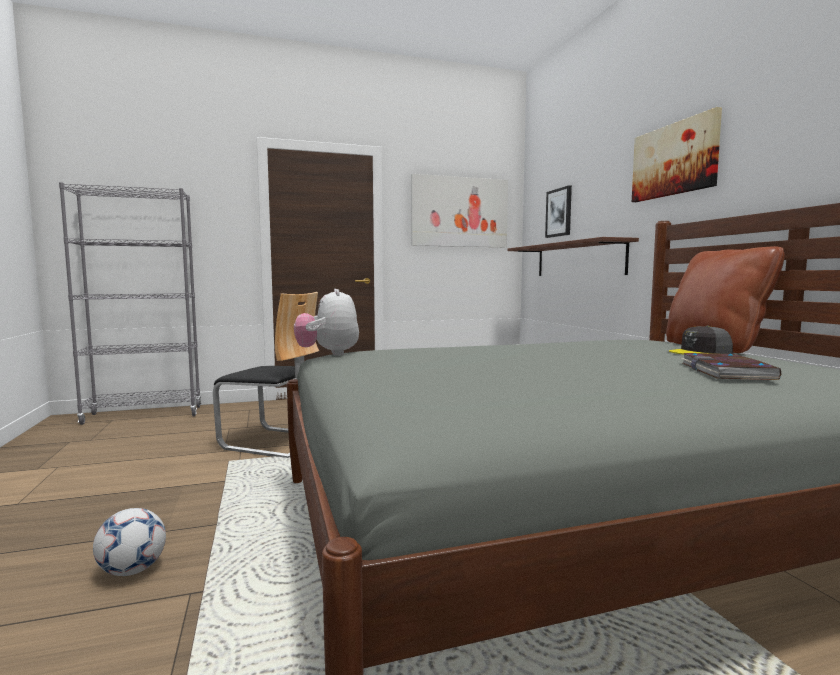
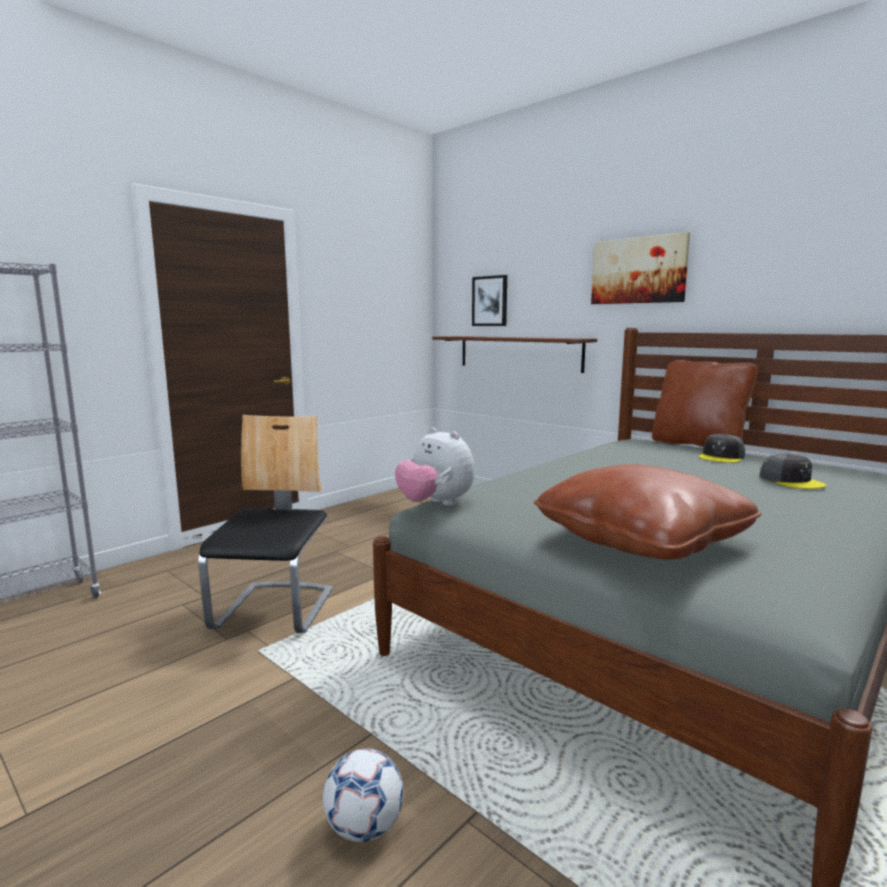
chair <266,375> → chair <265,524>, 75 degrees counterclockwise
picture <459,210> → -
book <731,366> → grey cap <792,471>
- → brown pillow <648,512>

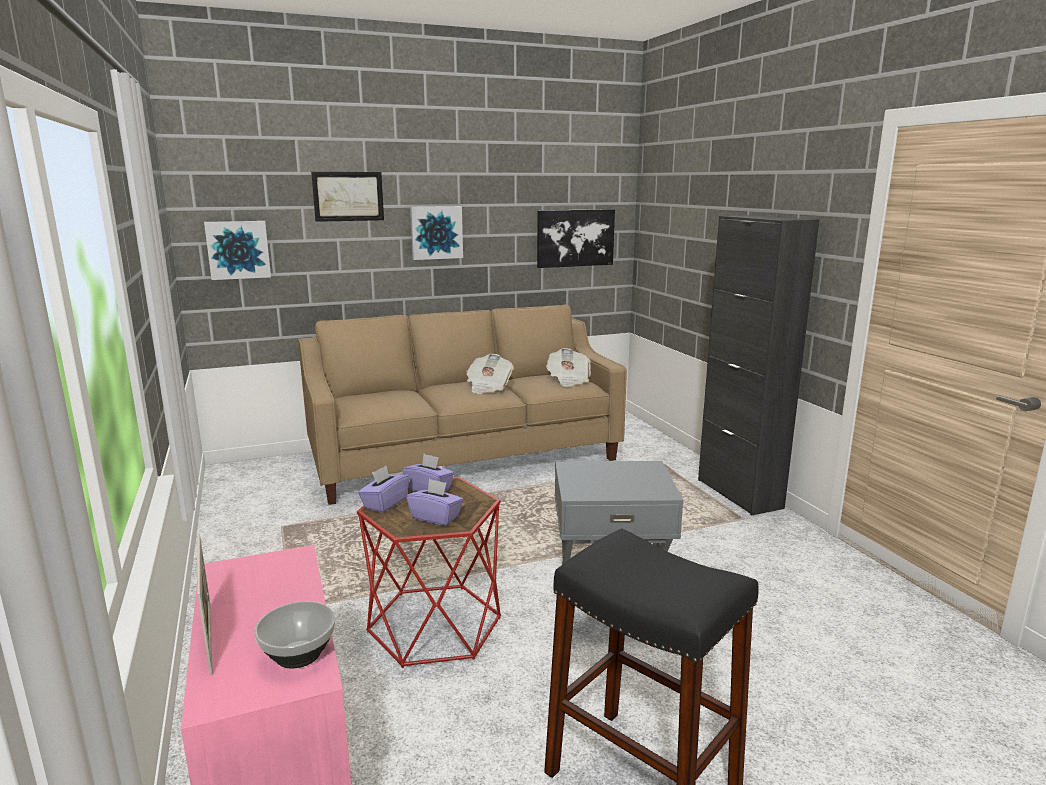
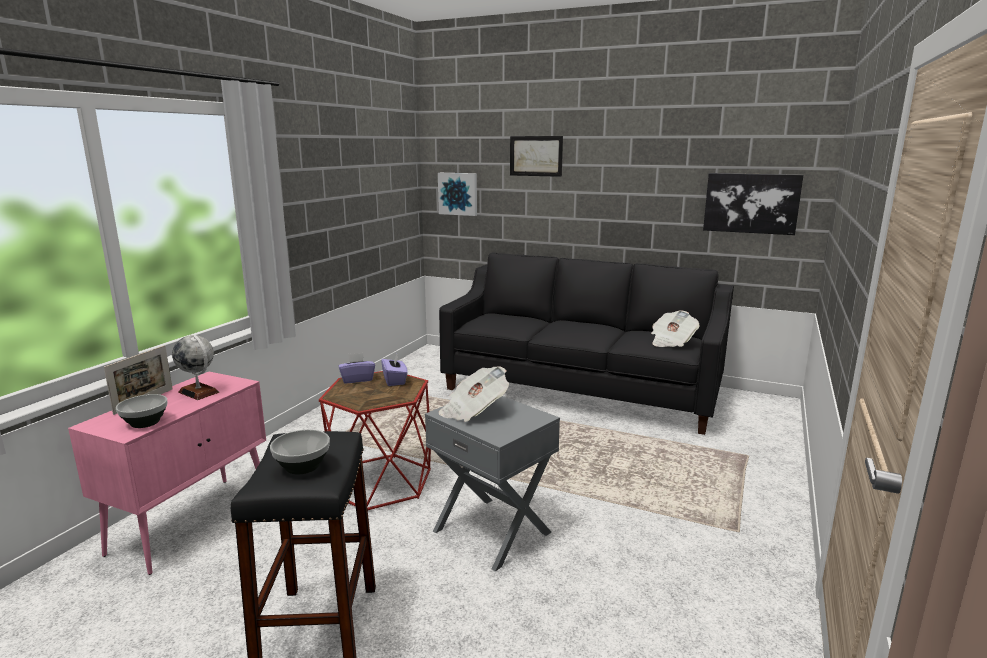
beige sofa <462,405> → black sofa <586,344>
purple tissue box <434,502> → -
picture <436,233> → -
newspaper <490,374> → newspaper <474,394>, move
black cabinet <758,365> → -
- → globe <195,367>
- → bowl <300,451>

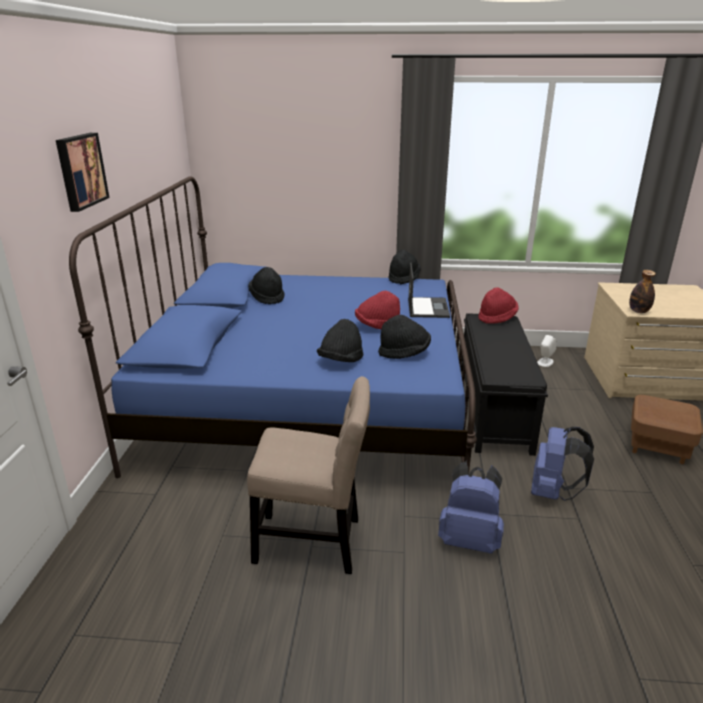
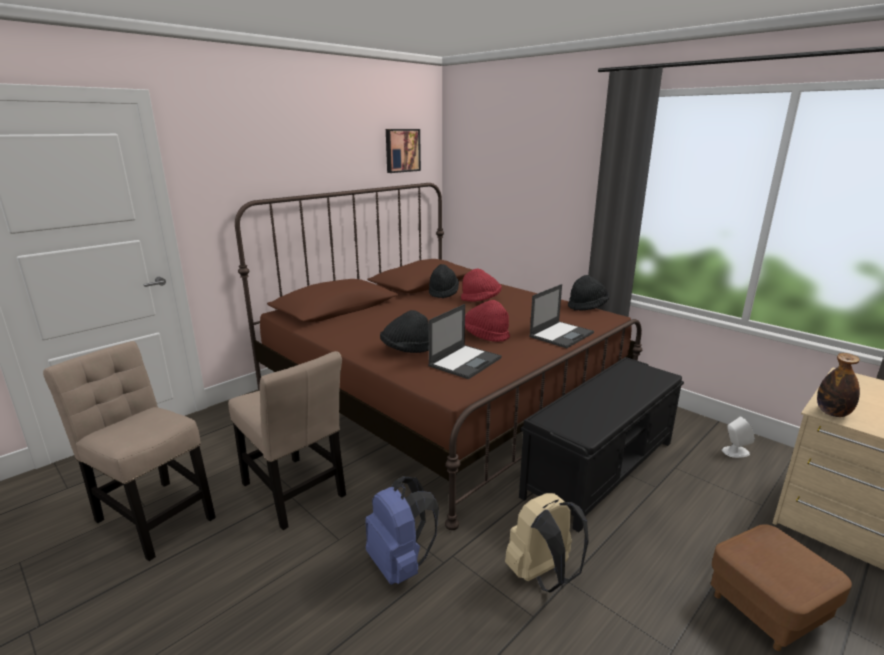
picture <82,172> → picture <403,151>, move
blue bed <273,327> → brown bed <438,356>
black hat <404,337> → laptop <465,341>
red hat <498,305> → red hat <481,285>, move
blue backpack <562,464> → beige backpack <547,543>
- → beige chair <129,451>

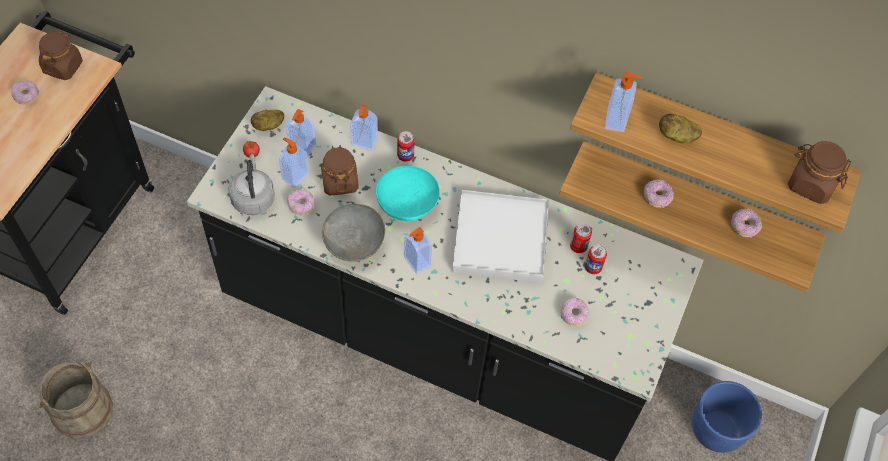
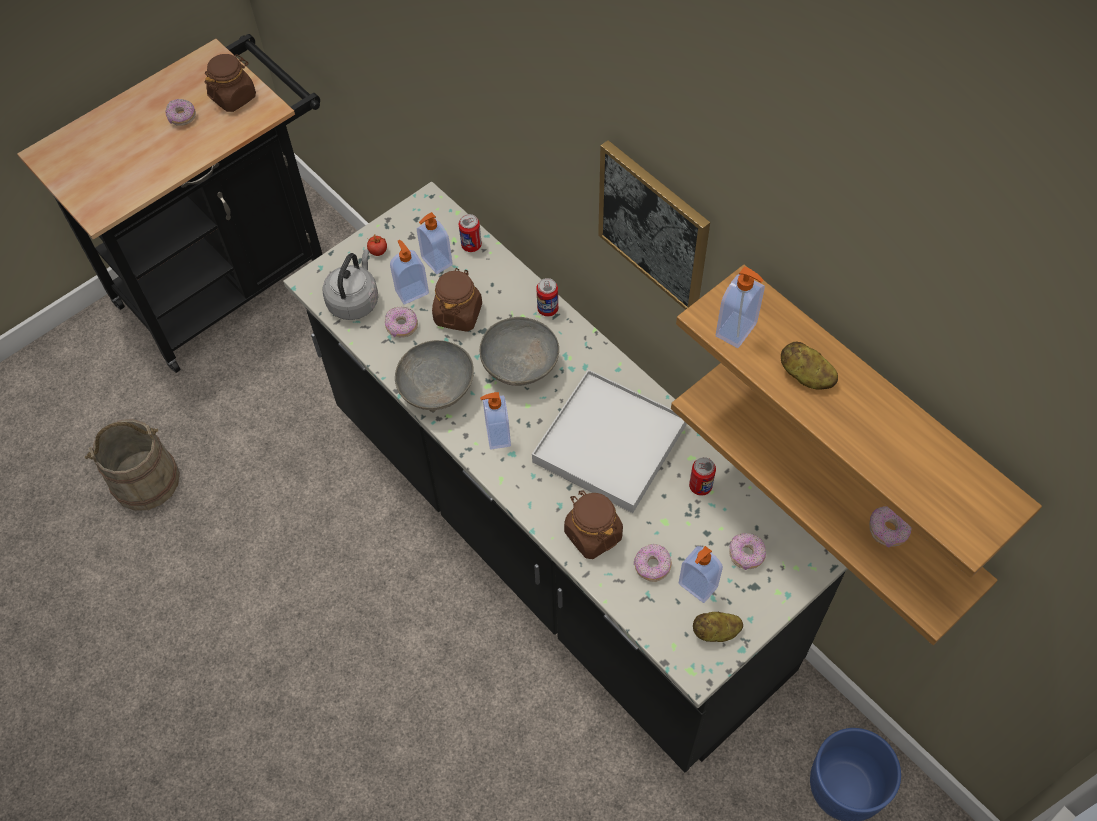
potato <267,120> → potato <718,627>, move
soap dispenser <364,127> → soap dispenser <701,574>, move
turquoise bowl <408,193> → grey bowl <519,351>
can <596,259> → can <470,233>, move
donut <659,193> → donut <747,551>, move
brown jar <820,172> → brown jar <593,524>, move
- → picture <654,225>

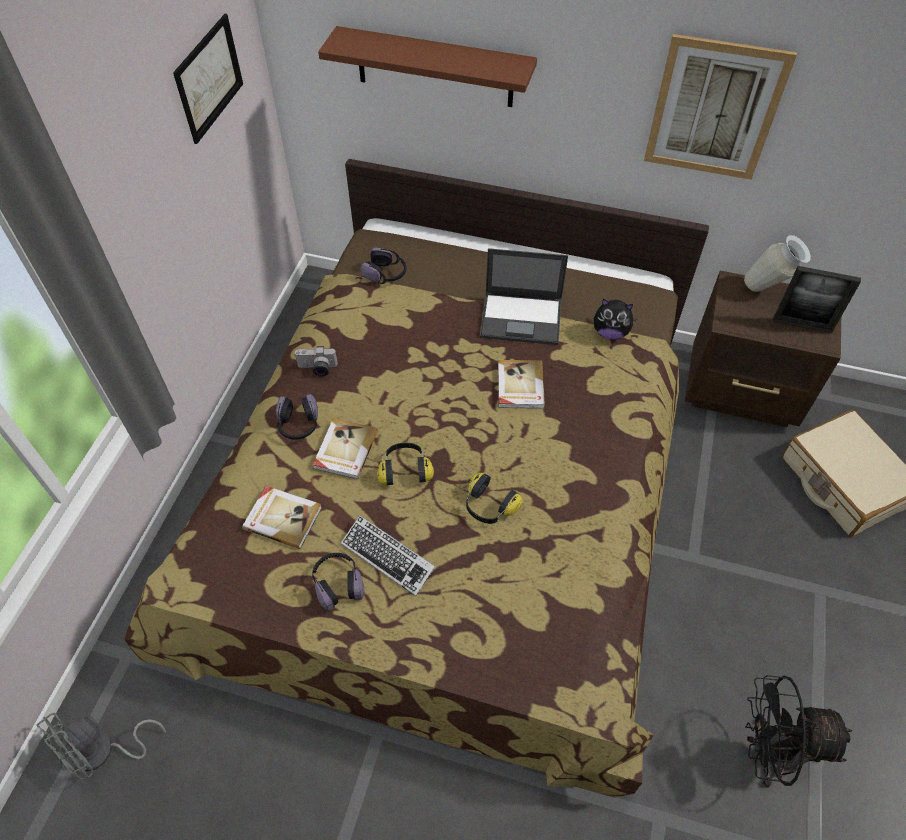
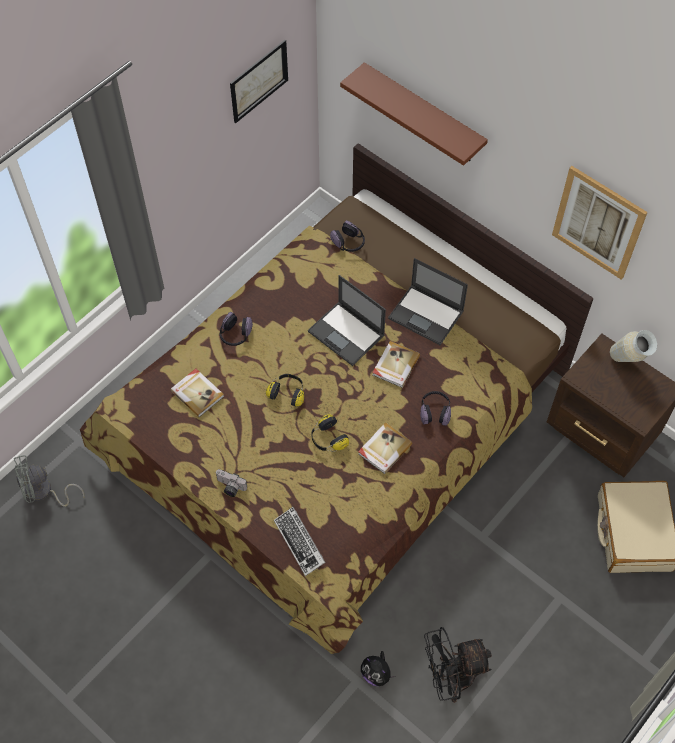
photo camera <316,361> → photo camera <231,483>, move
headphones <338,582> → headphones <435,408>, move
book <345,448> → book <385,448>, move
keyboard <388,555> → keyboard <300,541>, move
plush toy <615,319> → plush toy <378,668>, move
black fan <798,731> → black fan <458,664>, 45 degrees counterclockwise
picture frame <817,299> → -
- → laptop <347,320>

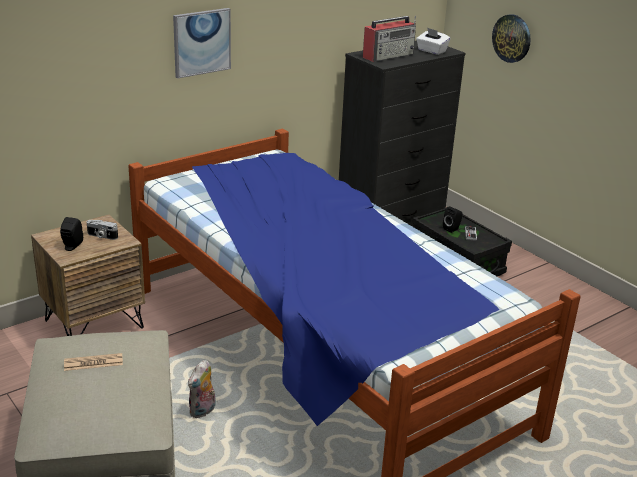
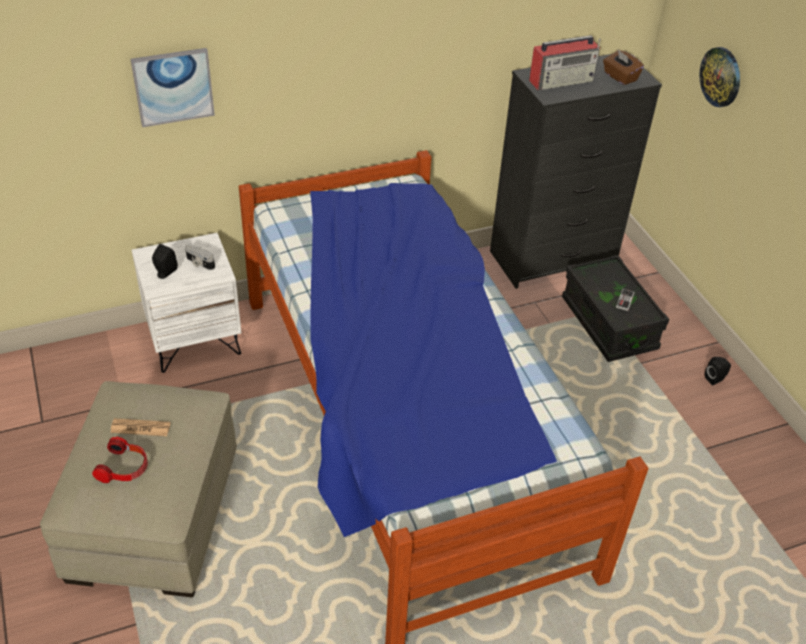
brown nightstand <88,275> → white nightstand <186,303>
picture <202,43> → picture <173,87>, move
plush toy <202,389> → -
white tissue box <433,41> → brown tissue box <623,67>
black speaker <452,220> → black speaker <718,371>, move
- → headphones <120,460>

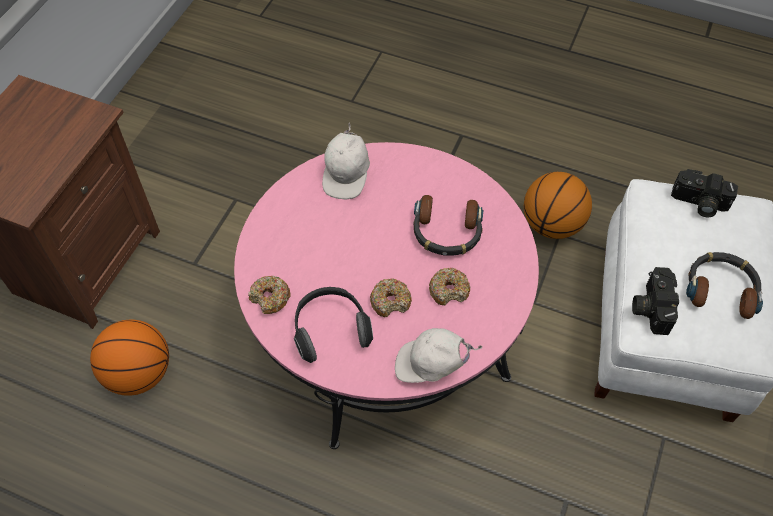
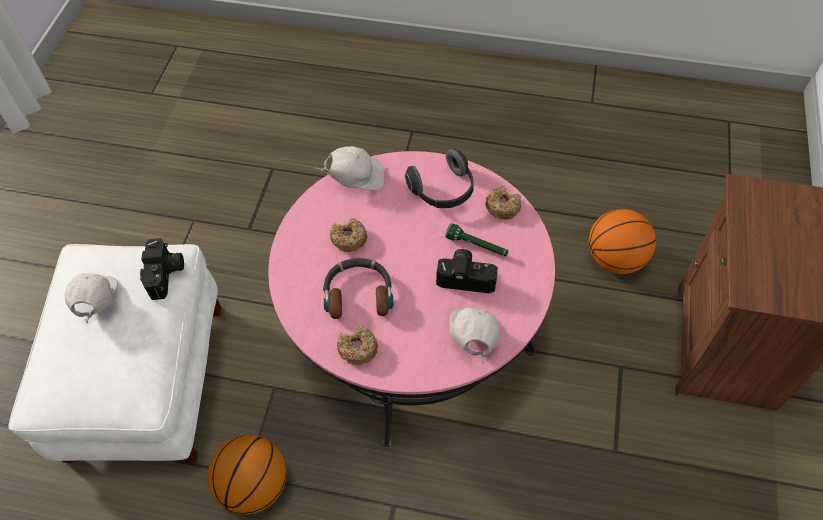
donut <391,297> → donut <357,345>, move
photo camera <704,193> → photo camera <467,271>, move
headphones <724,285> → white cap <91,298>
- → green flashlight <477,239>

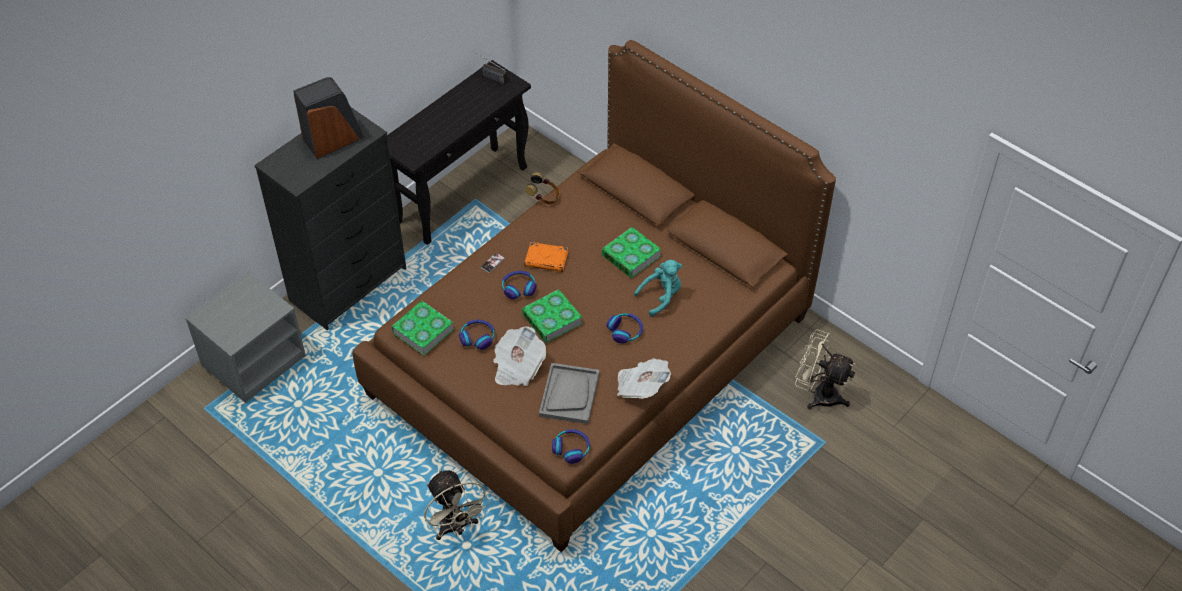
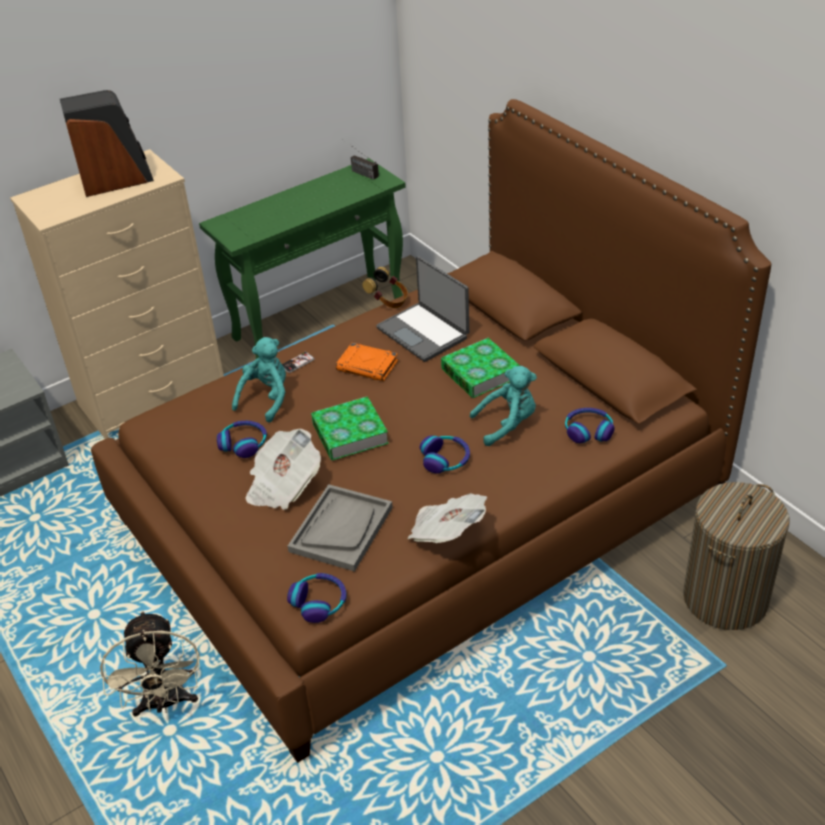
black dresser <330,218> → beige dresser <117,294>
black console table <459,152> → green console table <302,258>
book <422,327> → -
headphones <519,285> → headphones <590,425>, move
beige fan <825,369> → laundry basket <736,556>
- → turquoise plush toy <259,380>
- → laptop <422,309>

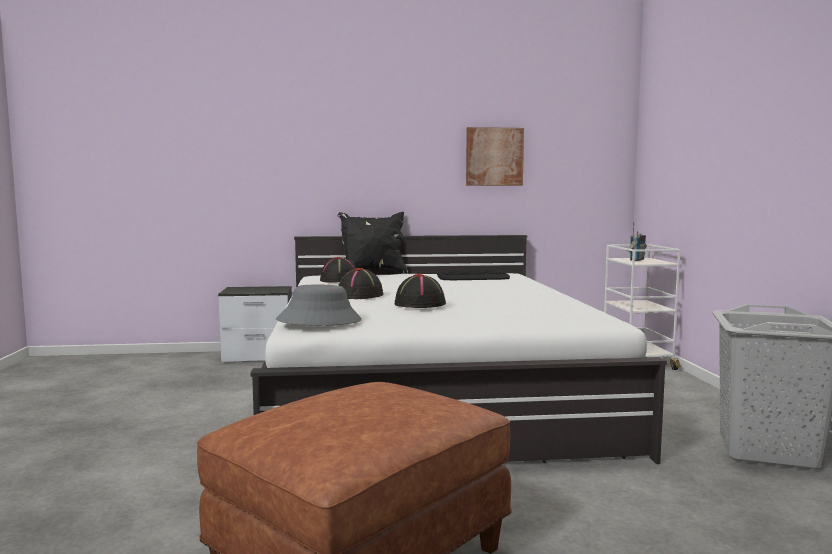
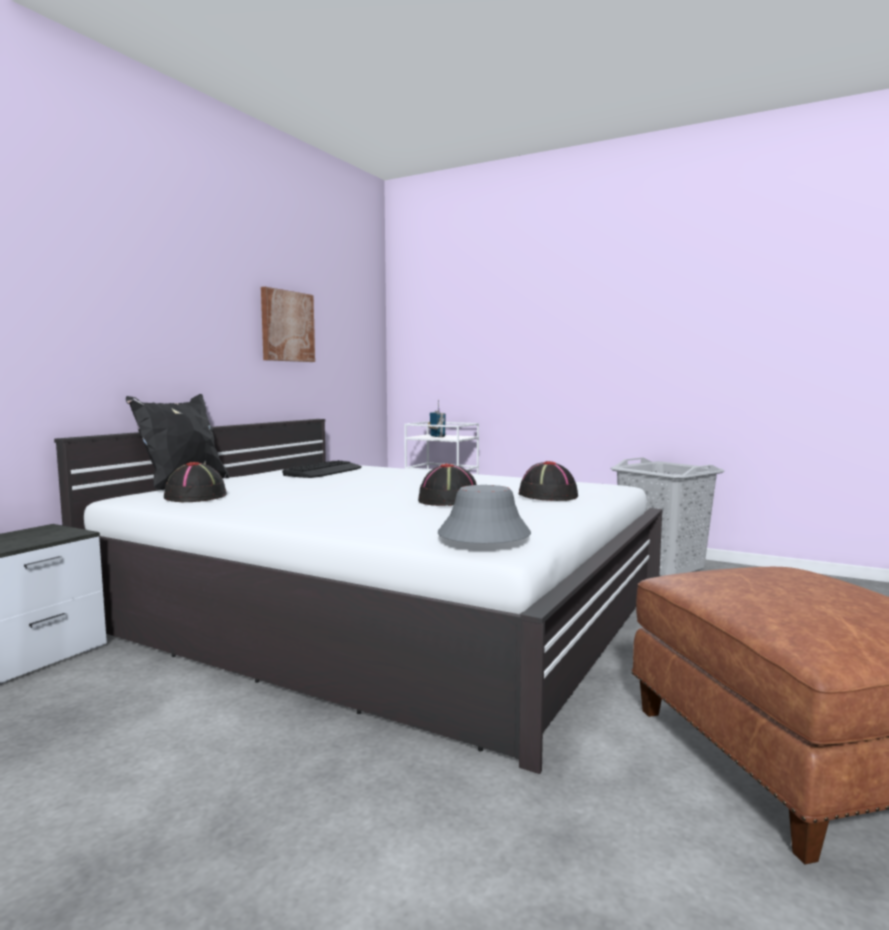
black hat <360,283> → black hat <548,481>, move

